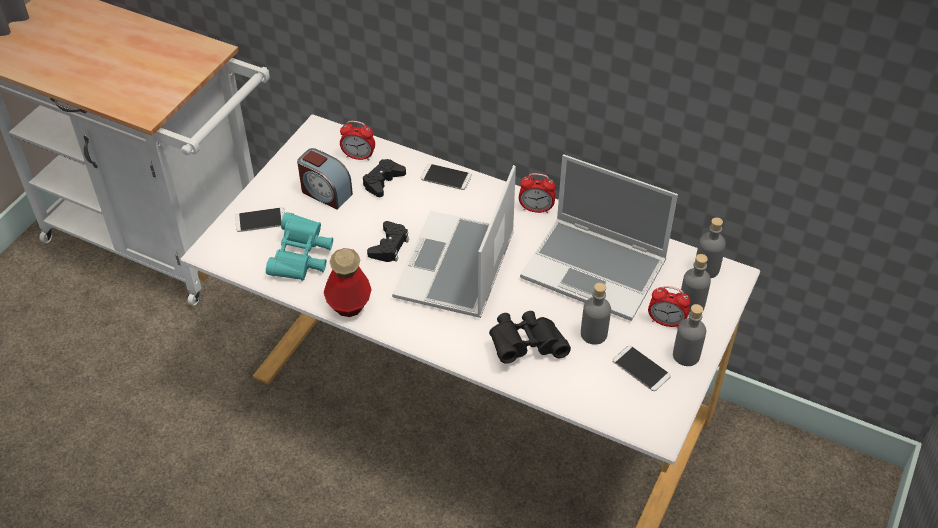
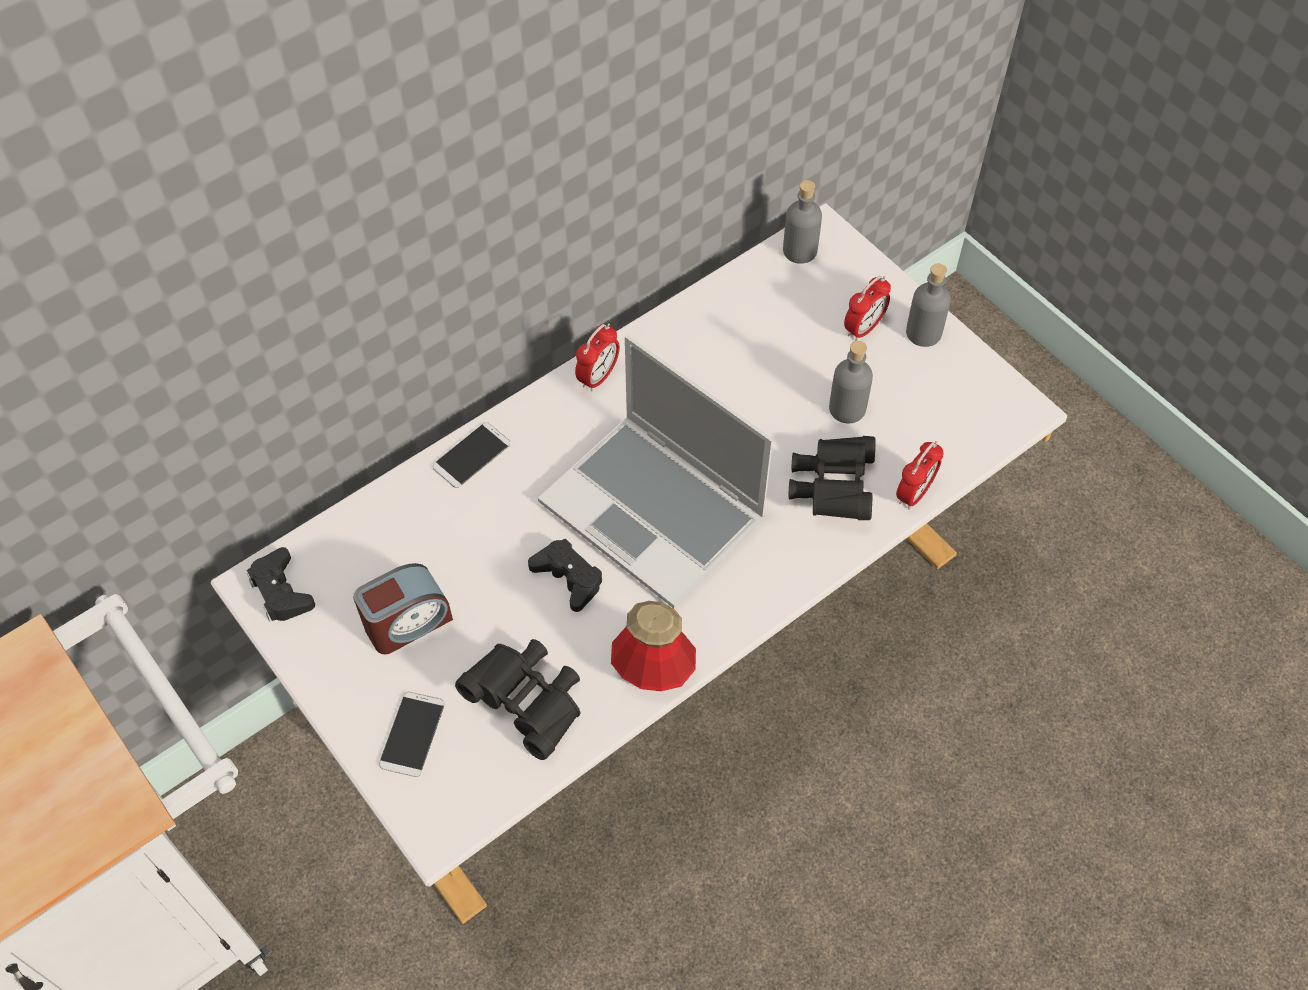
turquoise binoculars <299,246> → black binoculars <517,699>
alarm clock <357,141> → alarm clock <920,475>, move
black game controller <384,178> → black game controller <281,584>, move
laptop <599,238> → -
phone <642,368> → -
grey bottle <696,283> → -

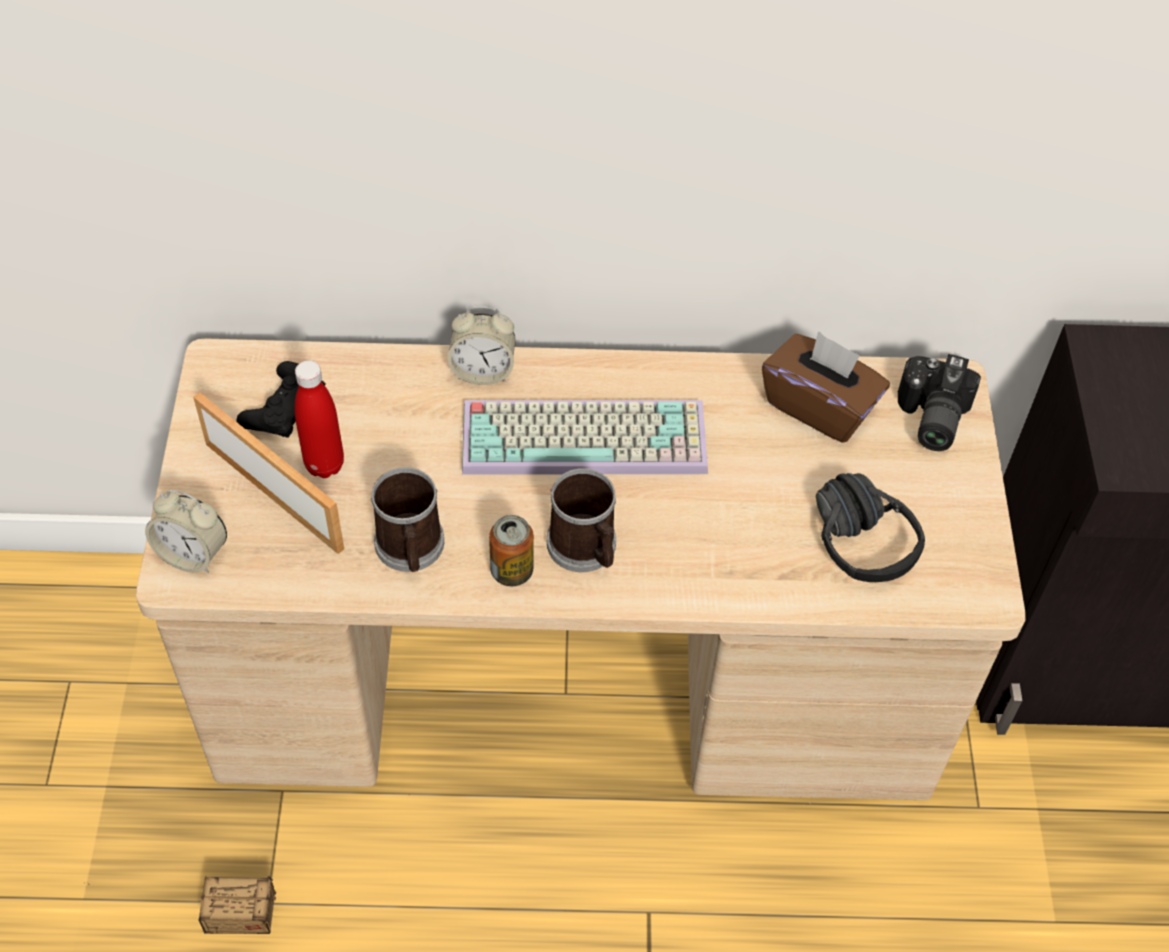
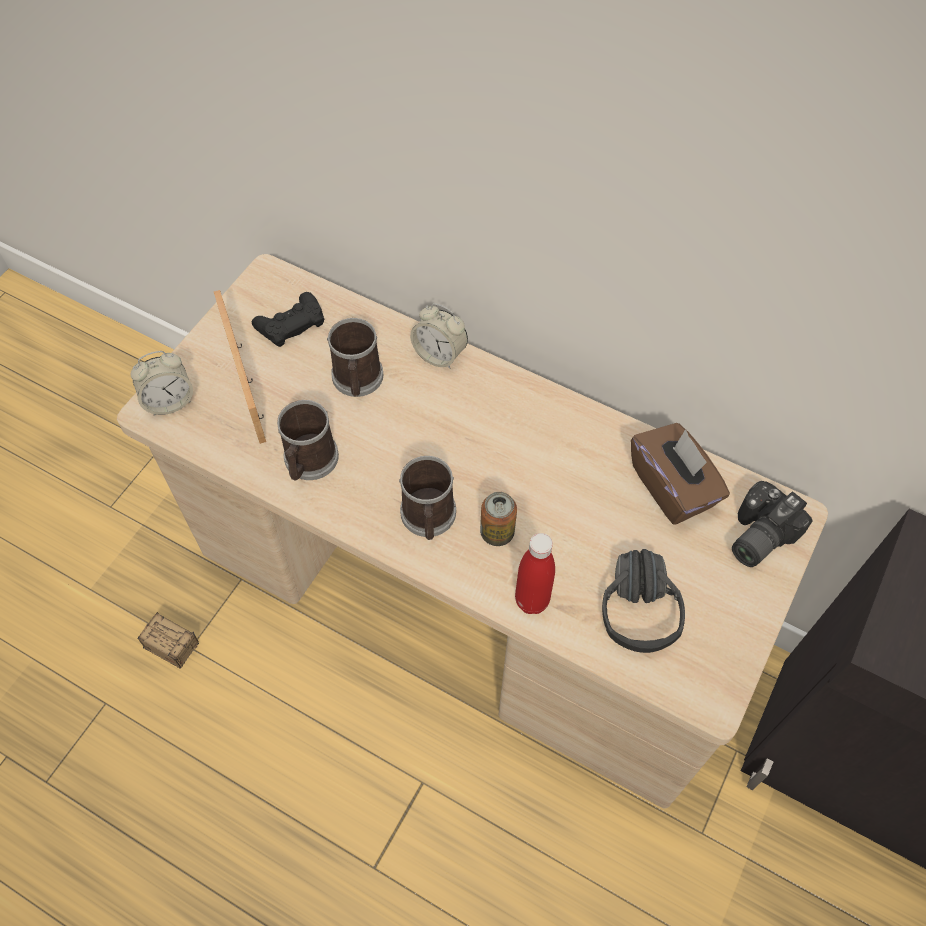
alarm clock <186,531> → alarm clock <162,383>, 75 degrees counterclockwise
red bottle <319,419> → red bottle <535,573>, move
keyboard <585,437> → -
can <511,550> → can <498,519>, move
- → mug <355,357>

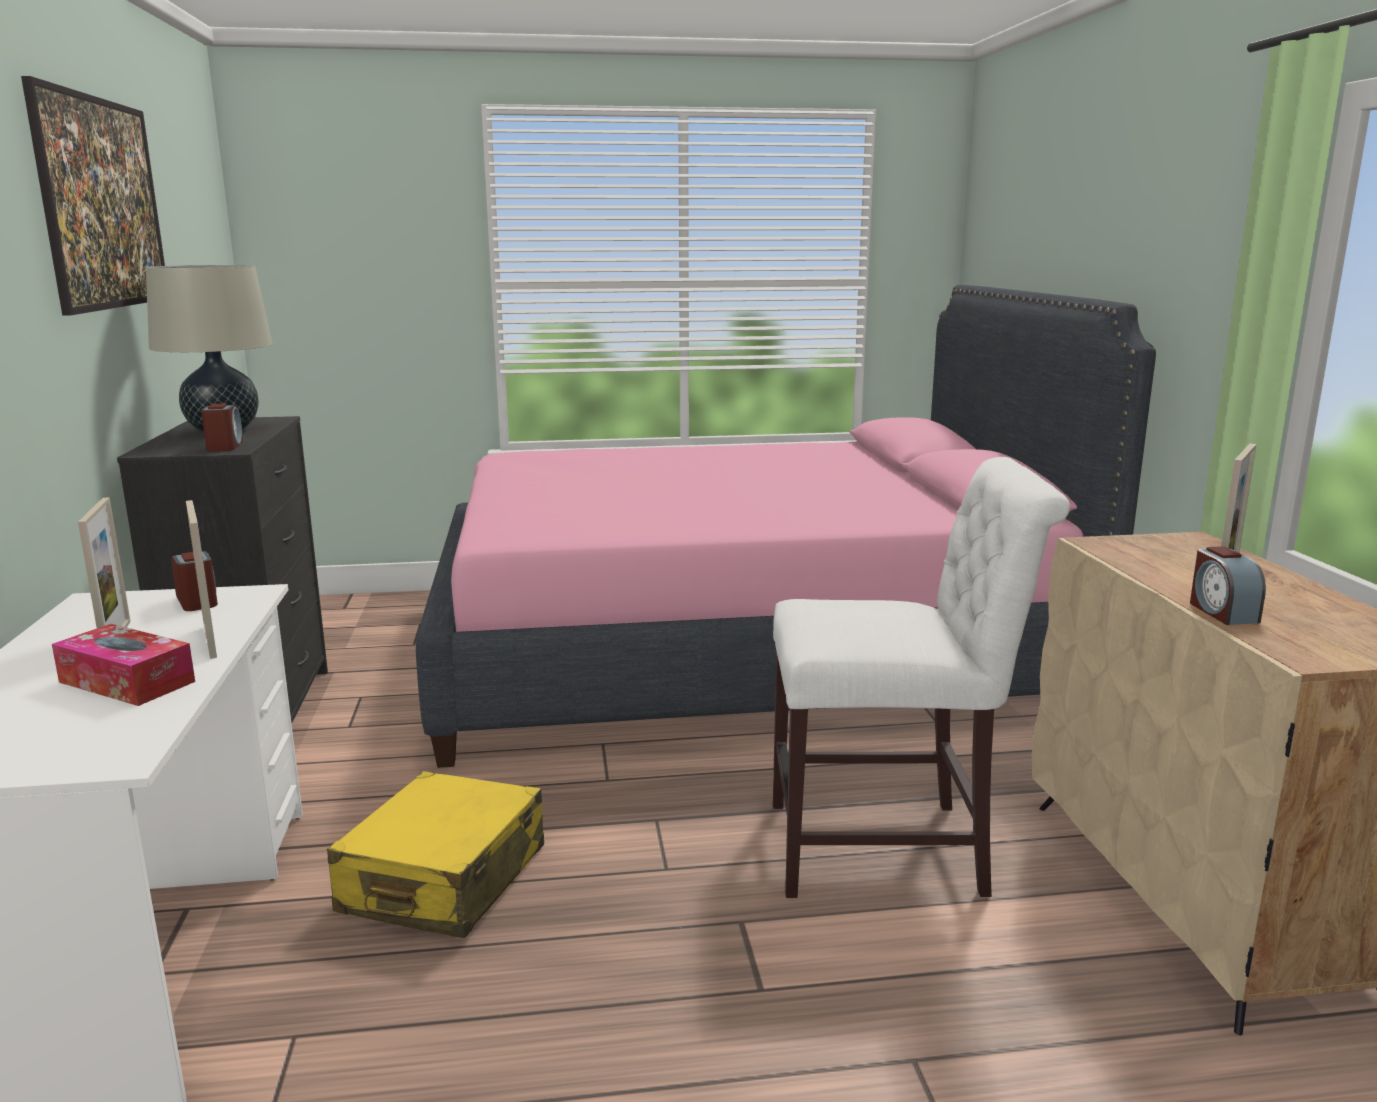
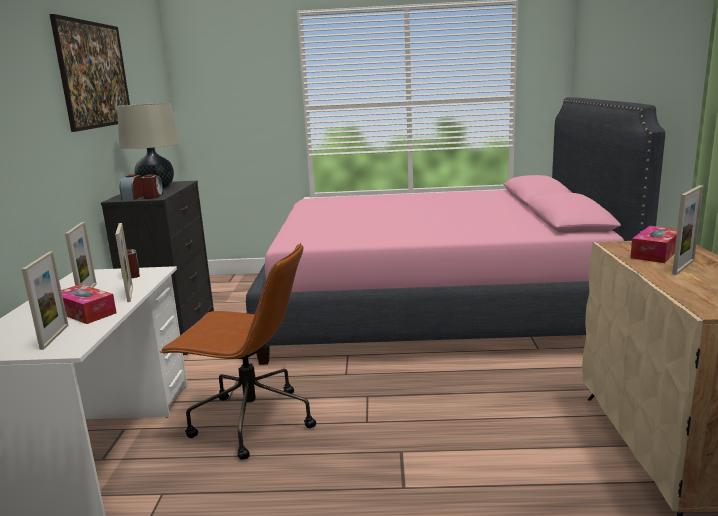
yellow suitcase <435,854> → brown office chair <238,351>
white chair <921,677> → -
alarm clock <1228,585> → alarm clock <131,187>, move
- → picture frame <45,300>
- → tissue box <653,244>

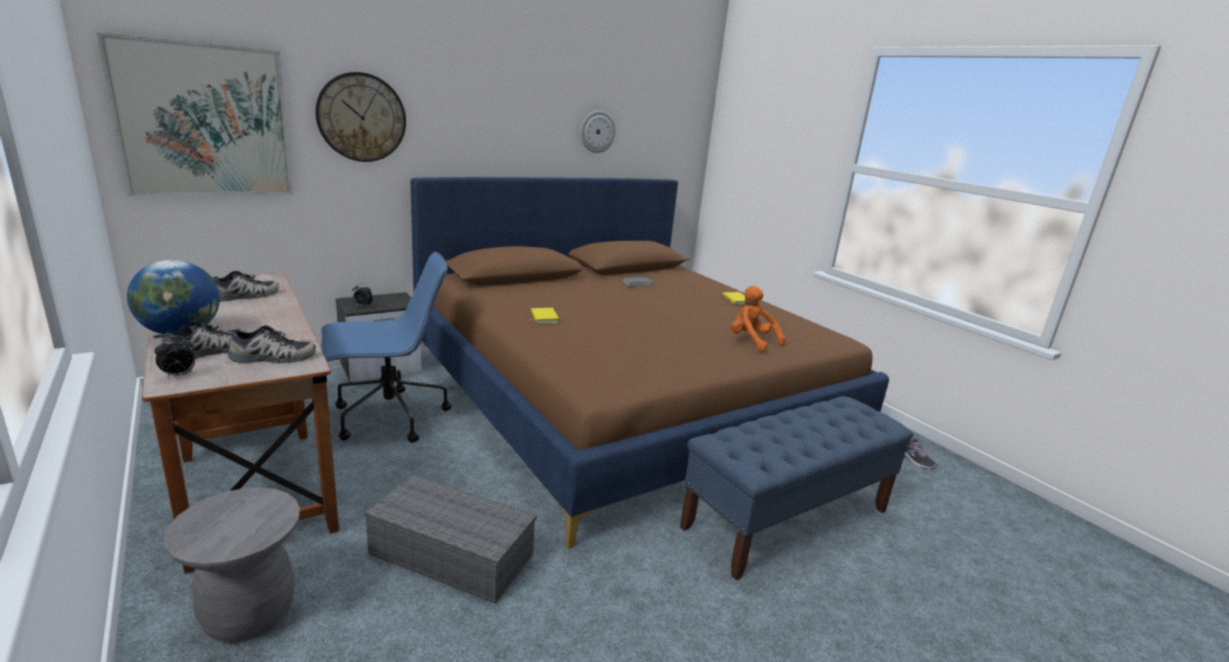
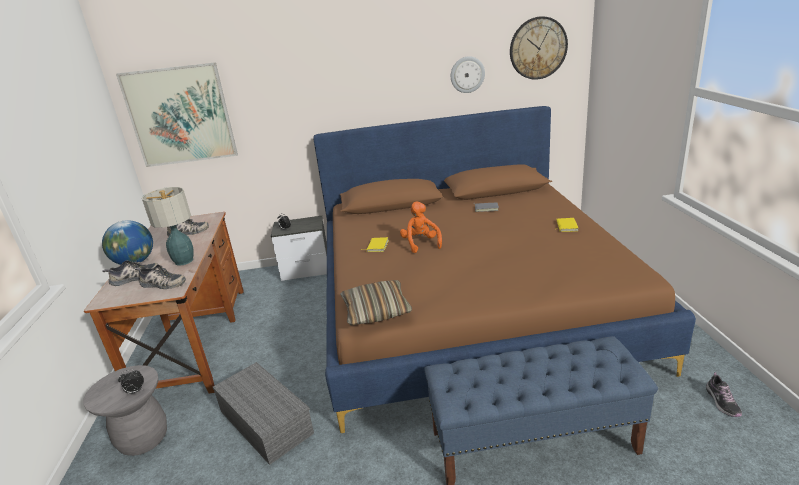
alarm clock <174,357> → alarm clock <131,381>, move
wall clock <360,117> → wall clock <539,48>, move
blue office chair <386,347> → -
orange plush toy <758,318> → orange plush toy <421,227>, move
- → table lamp <168,226>
- → pillow <376,303>

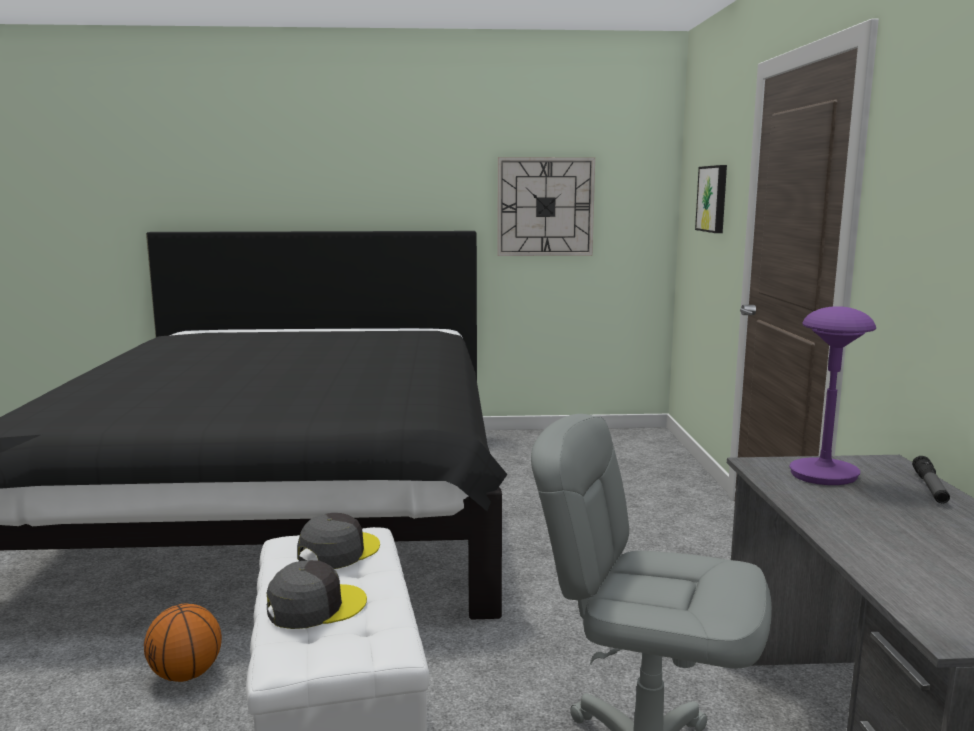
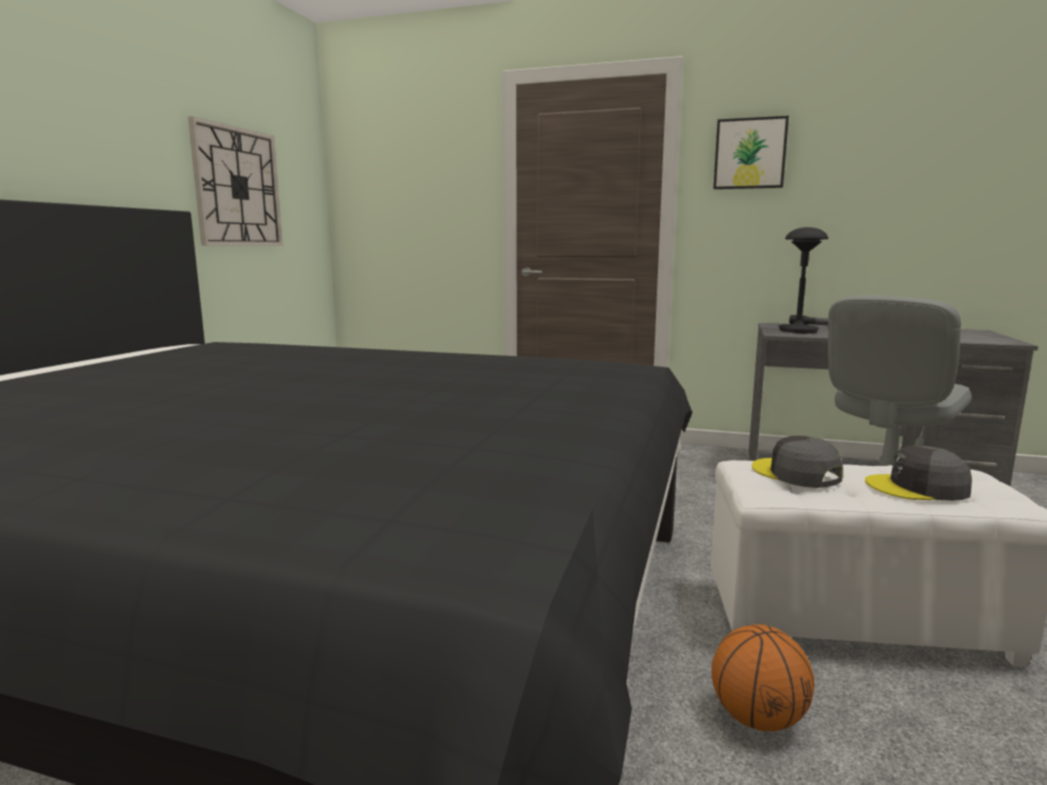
grey cap <316,594> → grey cap <918,473>, 75 degrees counterclockwise
picture <711,199> → picture <751,152>, move
purple table lamp <832,395> → black table lamp <803,280>

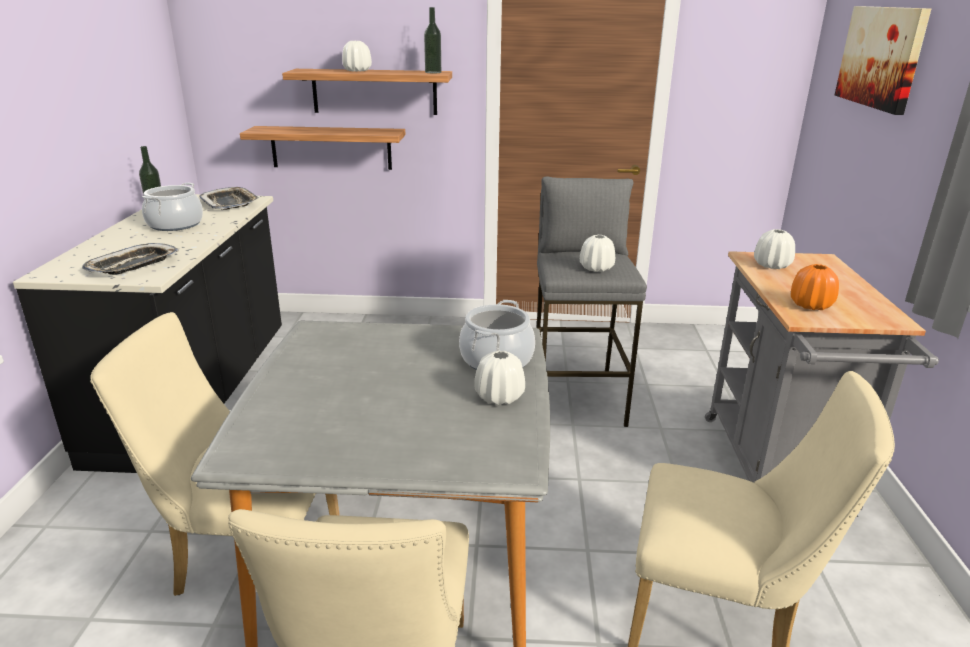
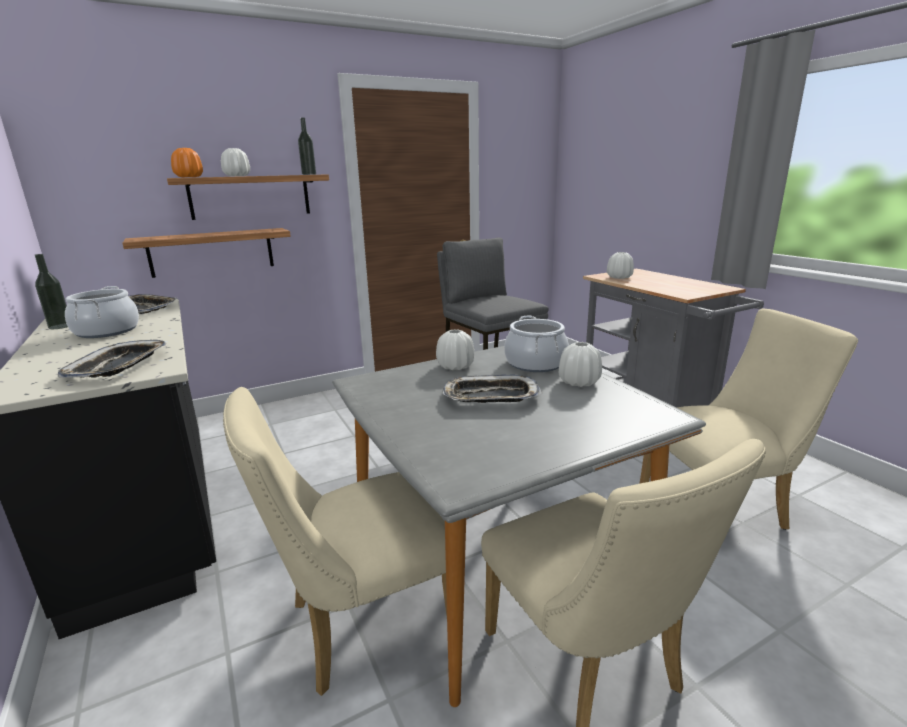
white vase <597,253> → white vase <455,349>, move
orange vase <815,287> → orange vase <187,162>, move
picture <883,60> → -
- → tray <492,389>

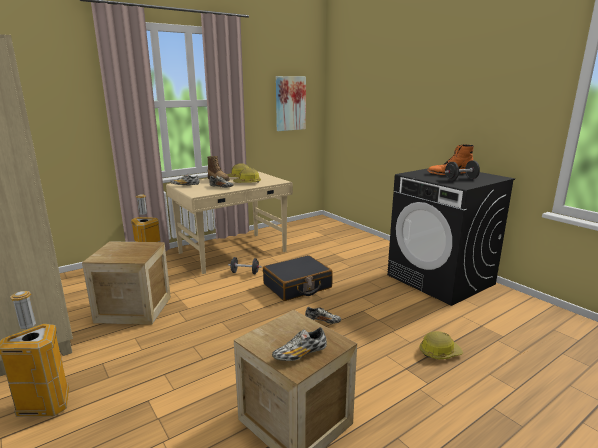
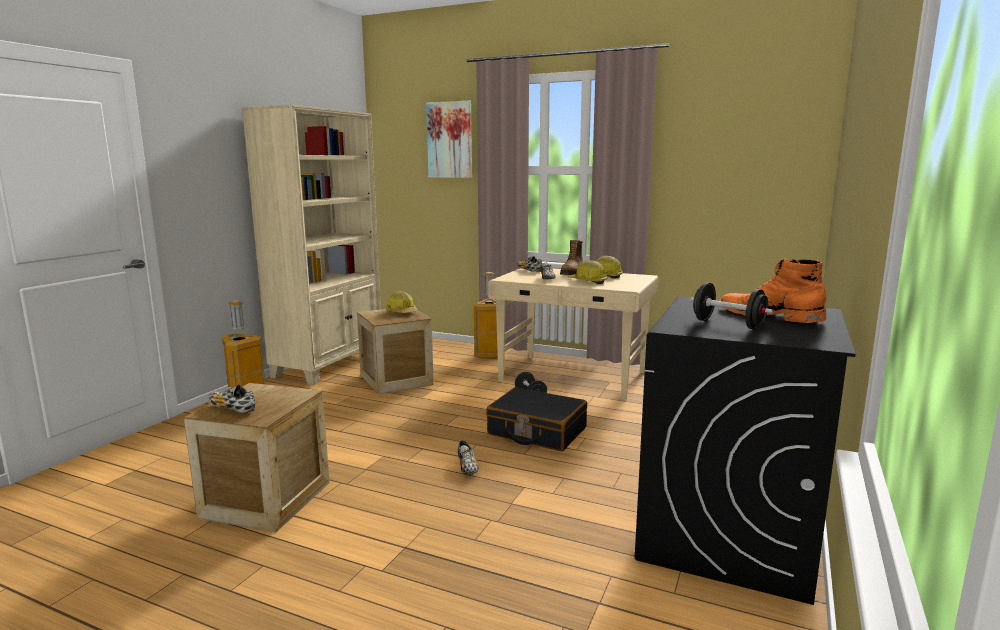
picture <291,103> → picture <449,139>, move
hard hat <441,345> → hard hat <402,302>, move

